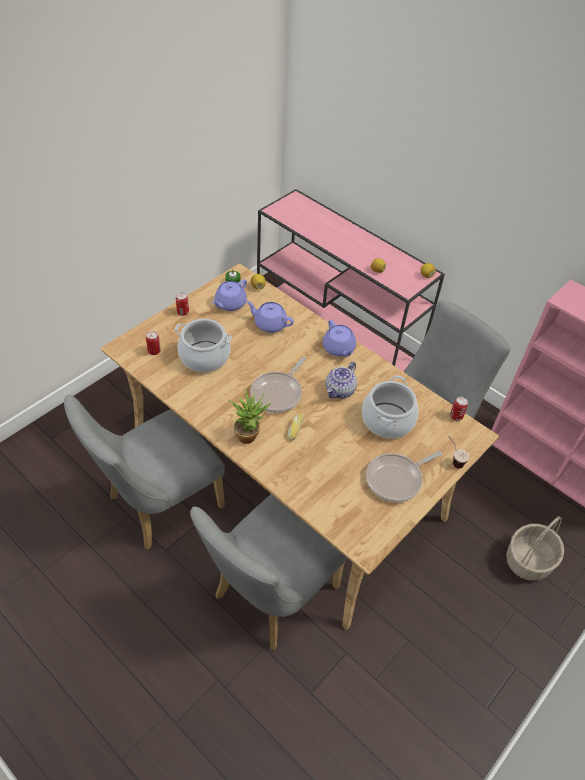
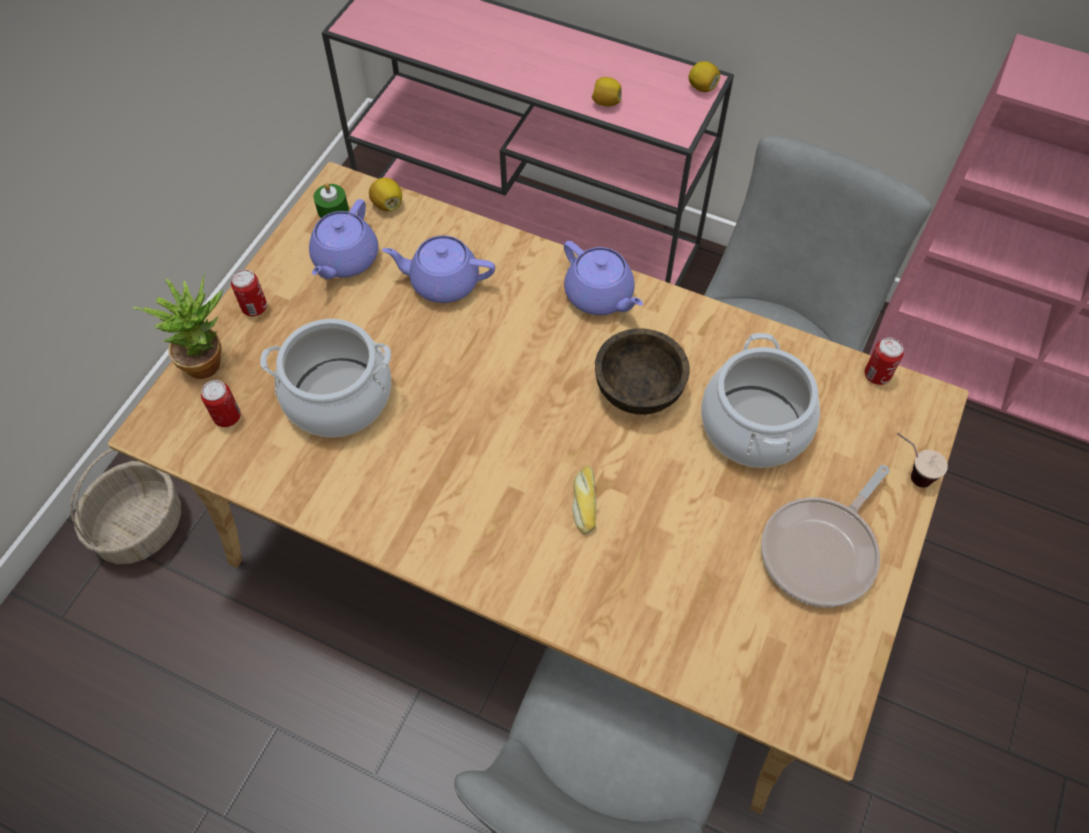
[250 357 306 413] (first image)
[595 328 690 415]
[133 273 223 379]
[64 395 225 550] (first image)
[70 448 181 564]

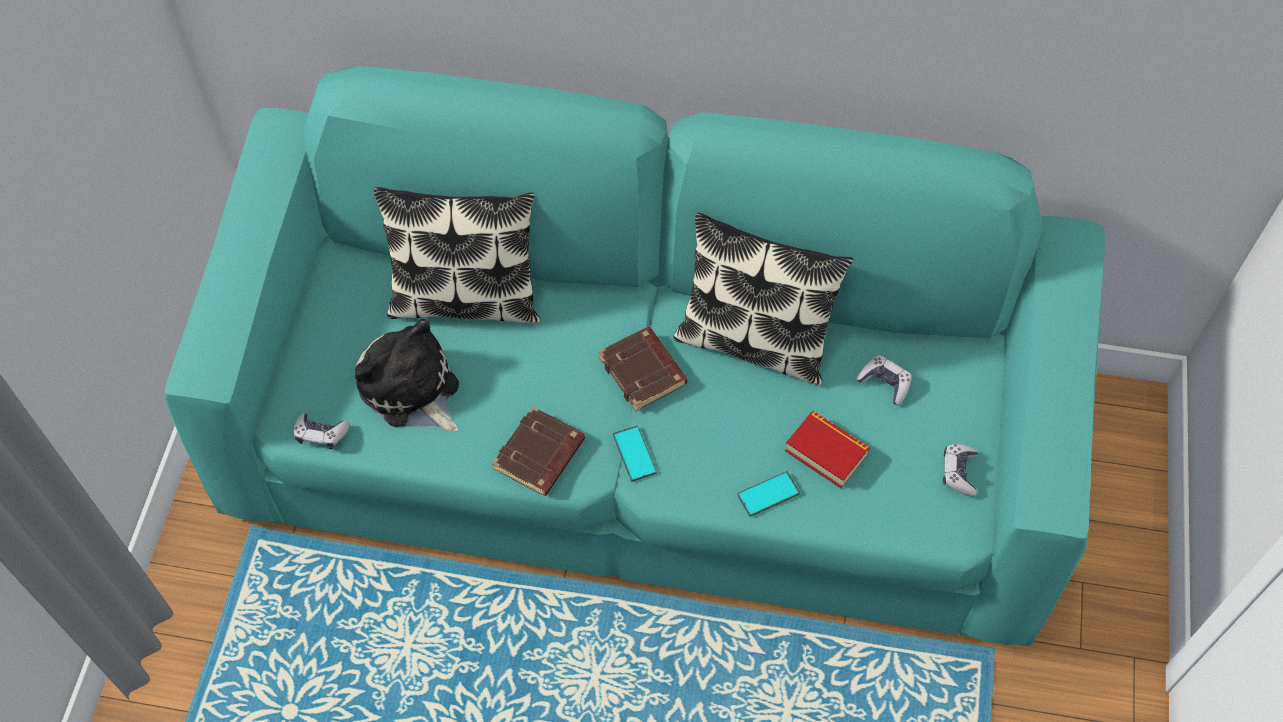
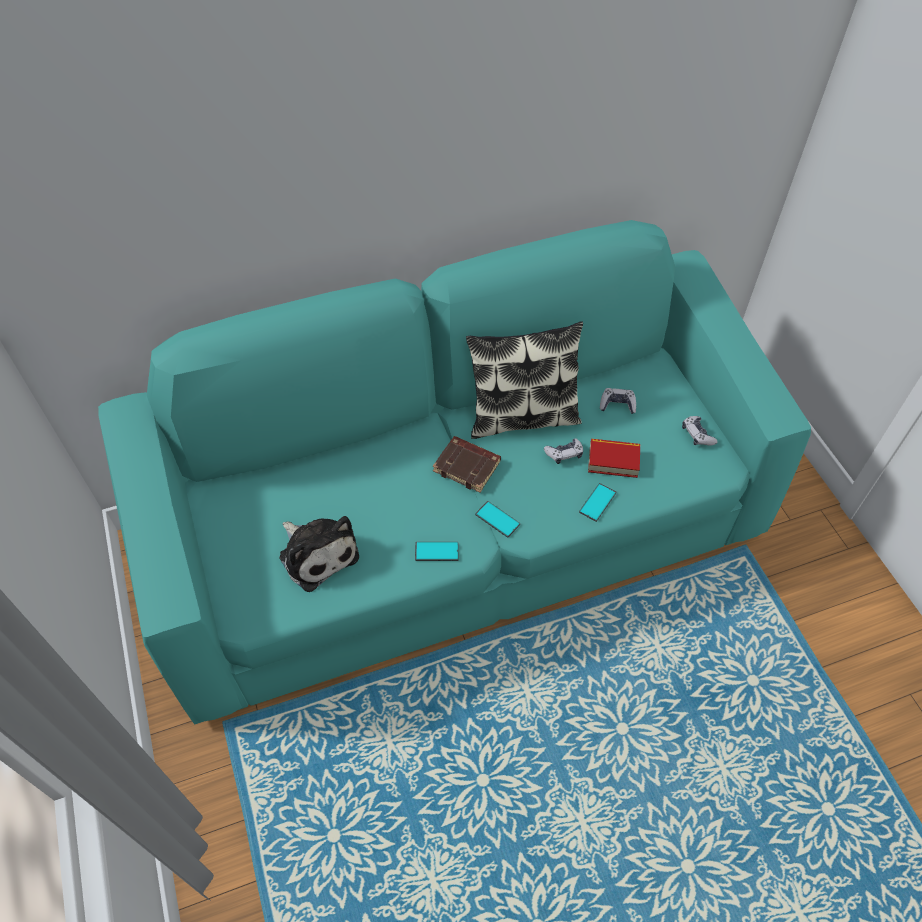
[374 187 540 323] (first image)
[279 516 359 592]
[415 542 458 561]
[544 438 583 464]

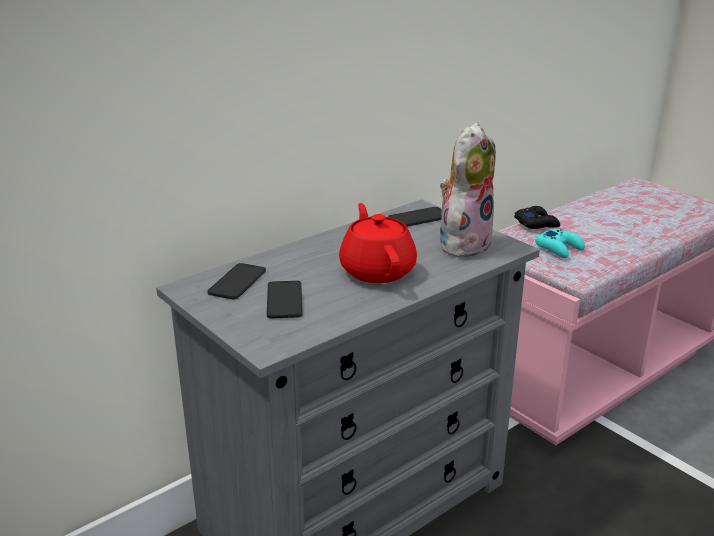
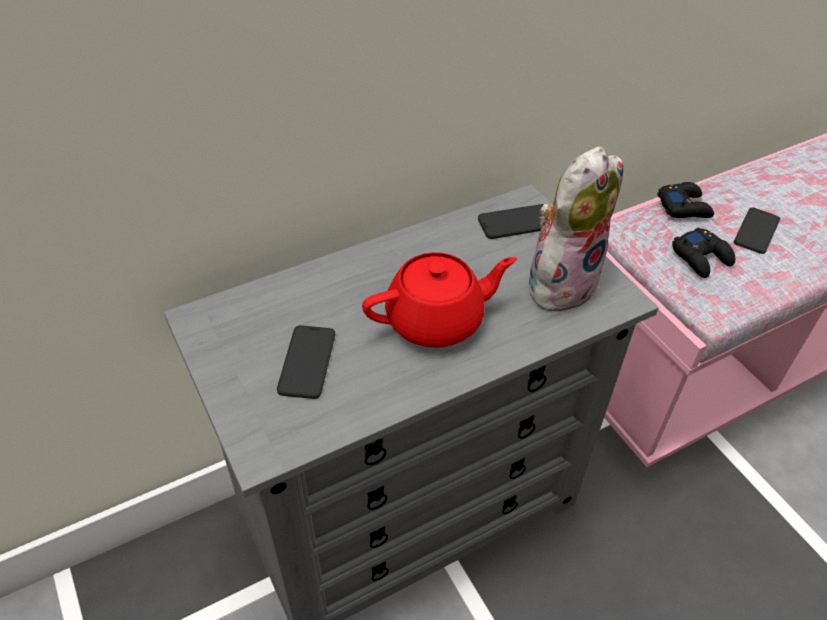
[362 252 517 348]
[672 227 735 278]
[734 208 780 254]

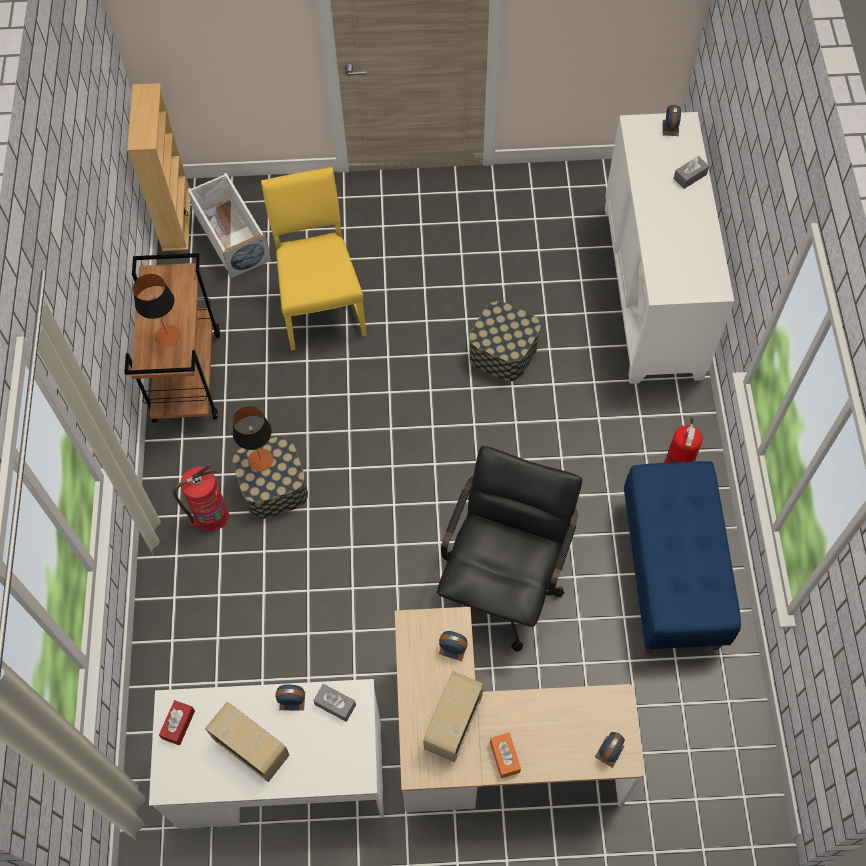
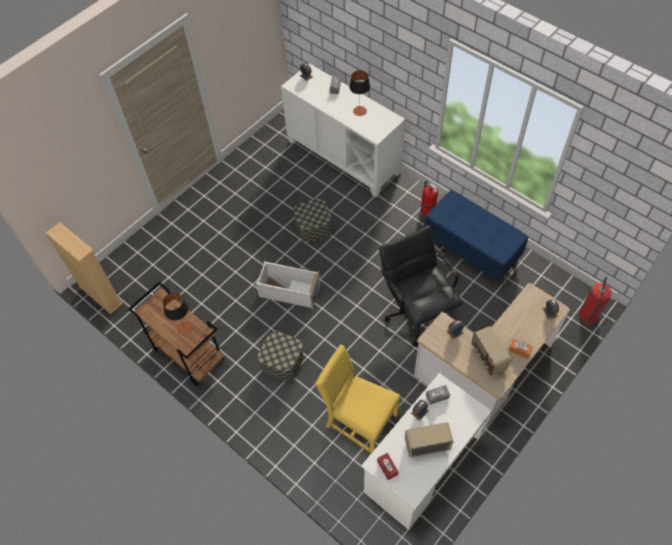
[315 345 401 455]
[256 261 320 309]
[349 70 370 116]
[579 276 612 326]

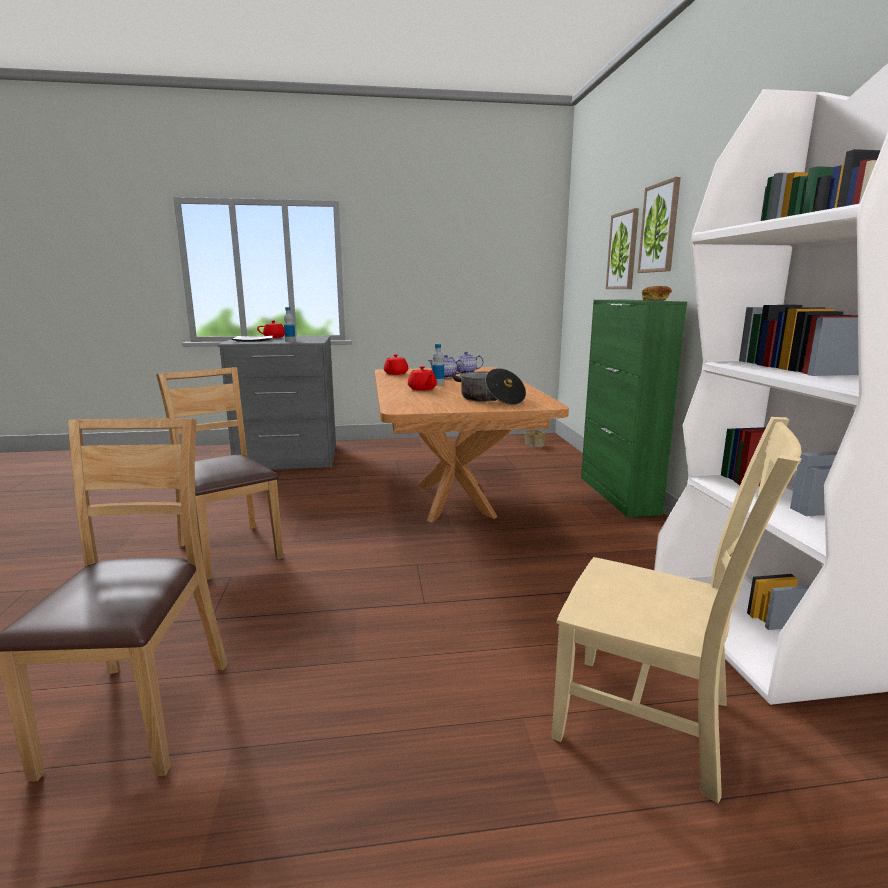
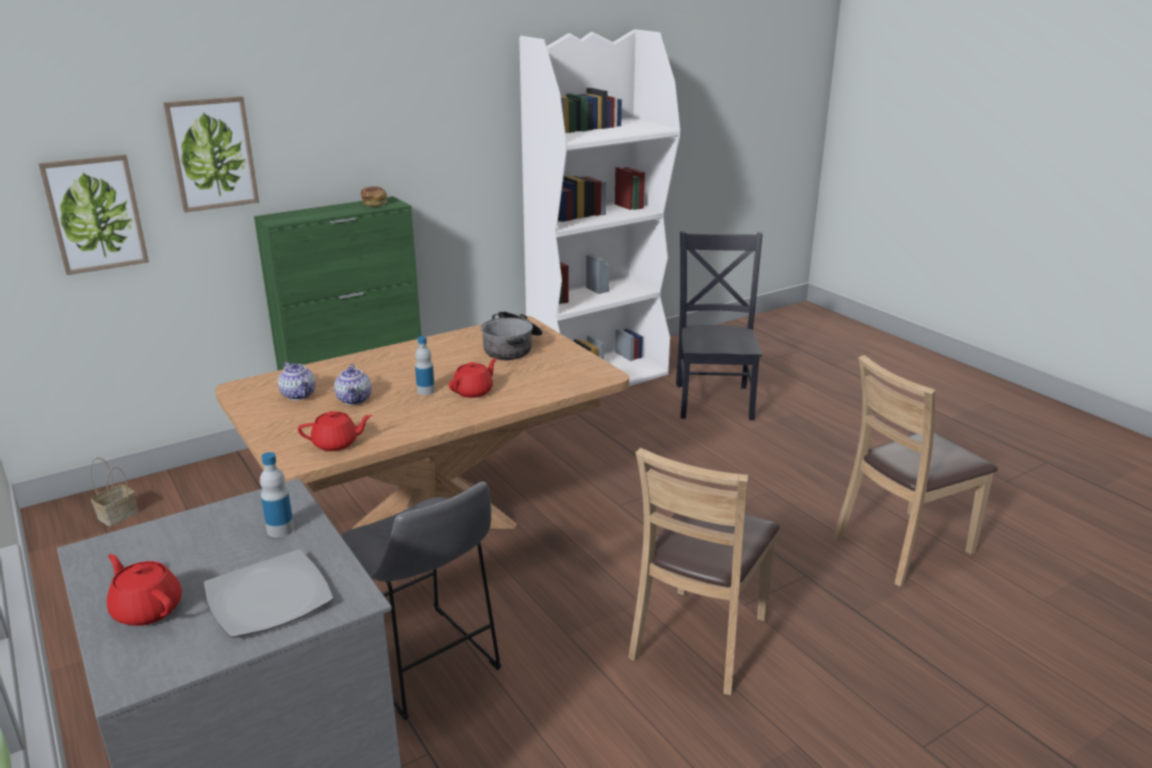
[38 154 149 275]
[676 231 763 420]
[341 482 501 720]

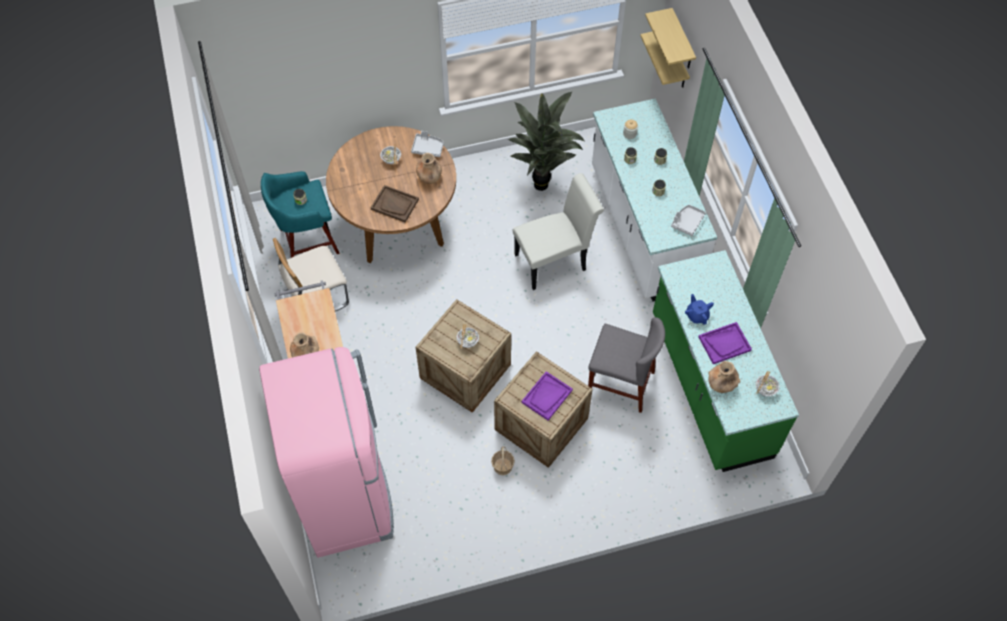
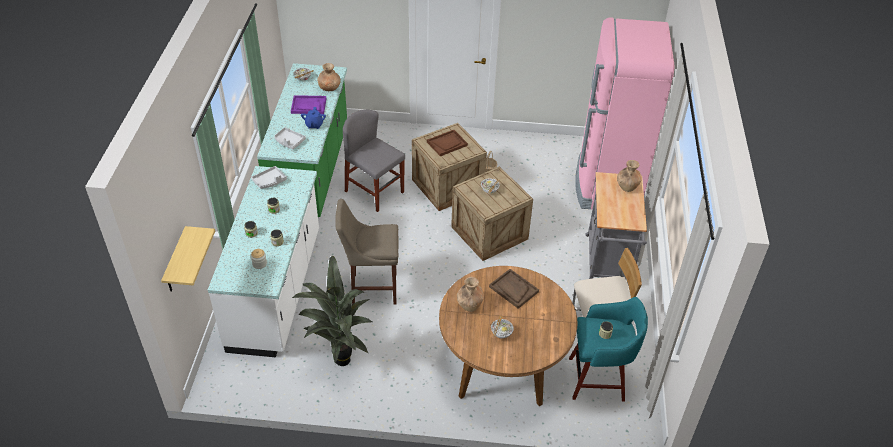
[645 8 696 69] (first image)
[274 127 306 150]
[335 199 398 305]
[427 130 468 156]

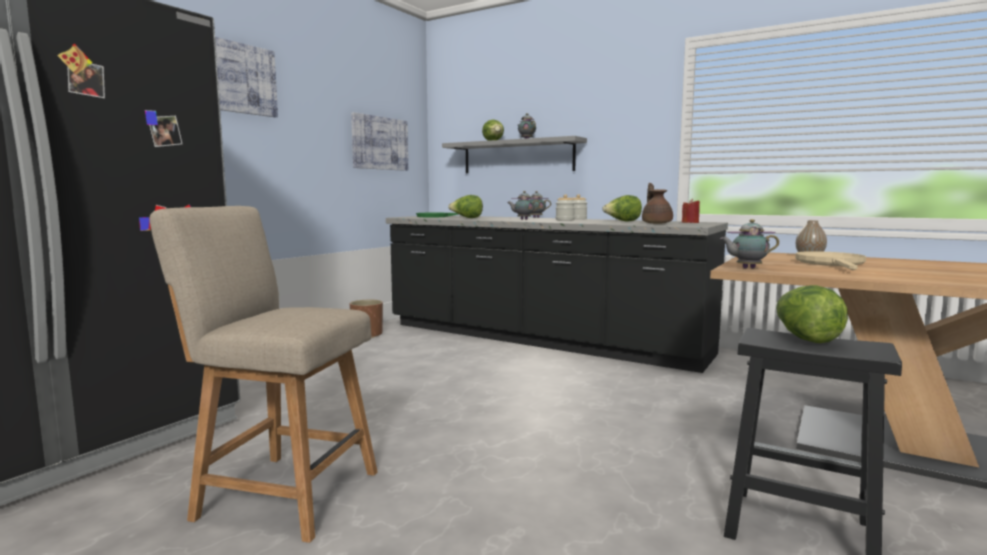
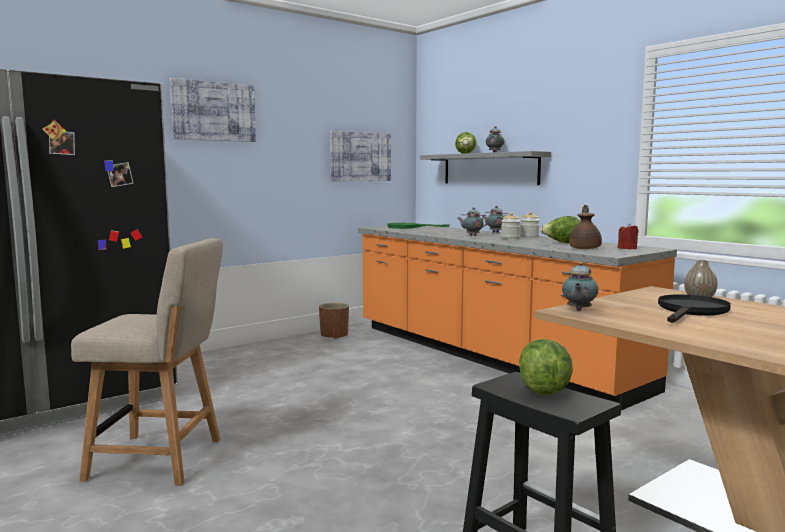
[448 195 483 218] (first image)
[71 238 223 486]
[358 226 677 410]
[562 262 598 311]
[658 294 731 323]

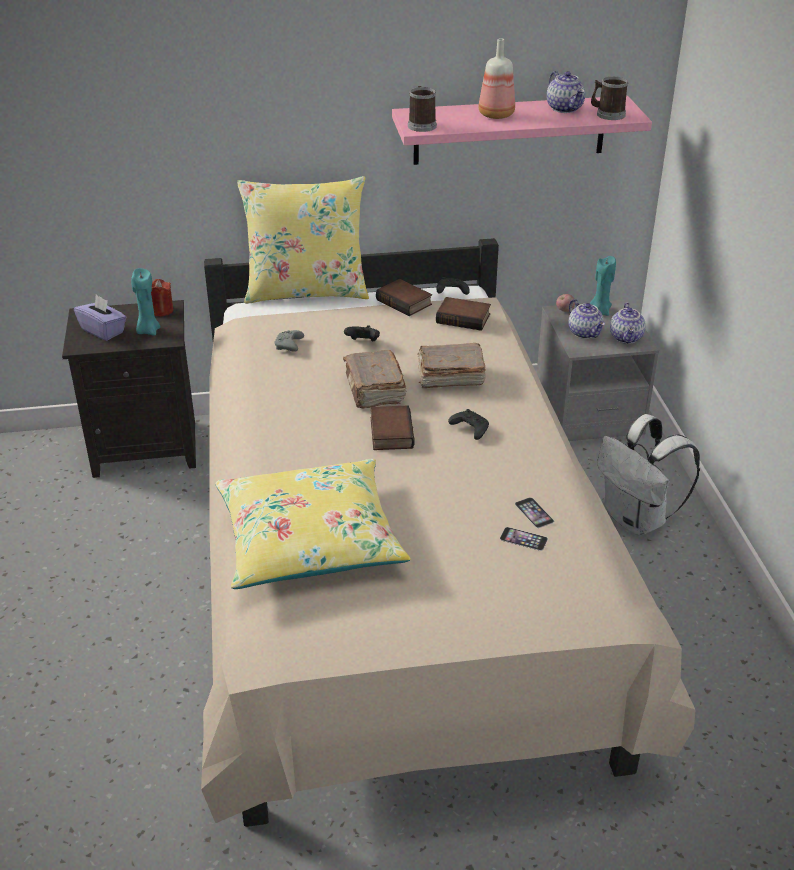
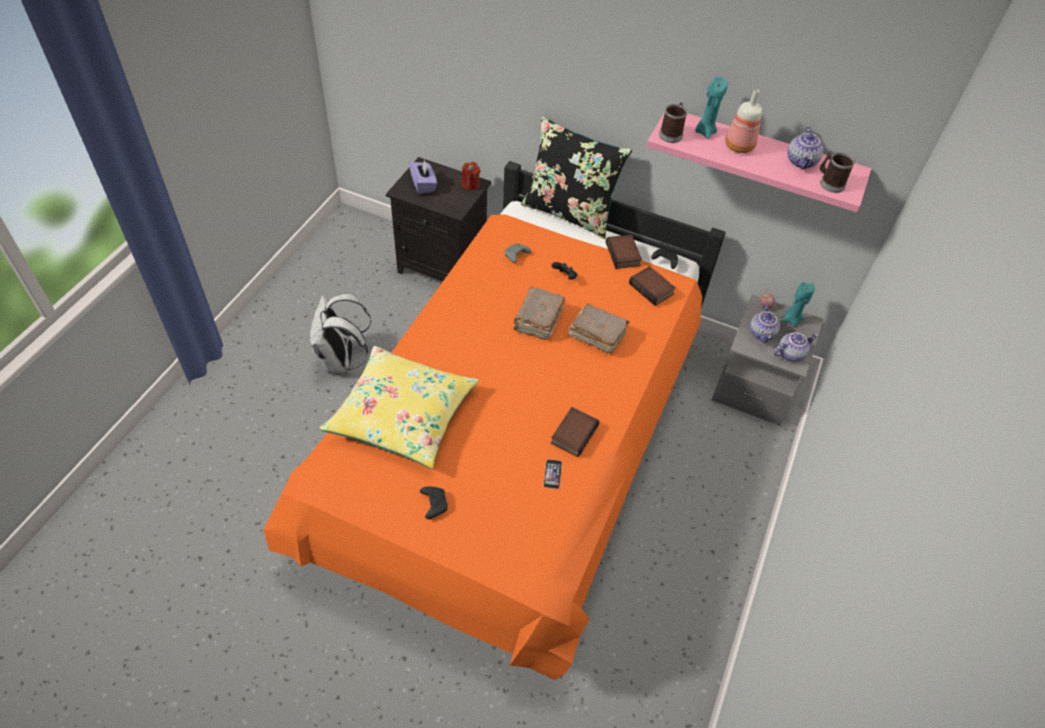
[521 116 632 239]
[263 161 726 680]
[695 77 728 139]
[774 332 818 362]
[551 407 599 457]
[420 487 448 519]
[310 294 371 373]
[500 527 548 551] (first image)

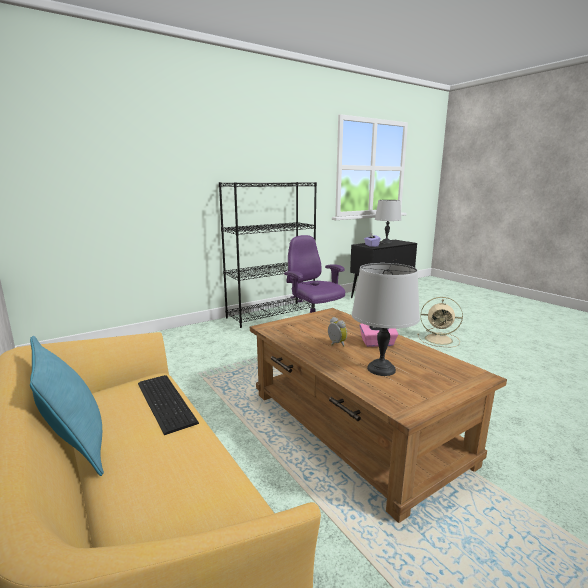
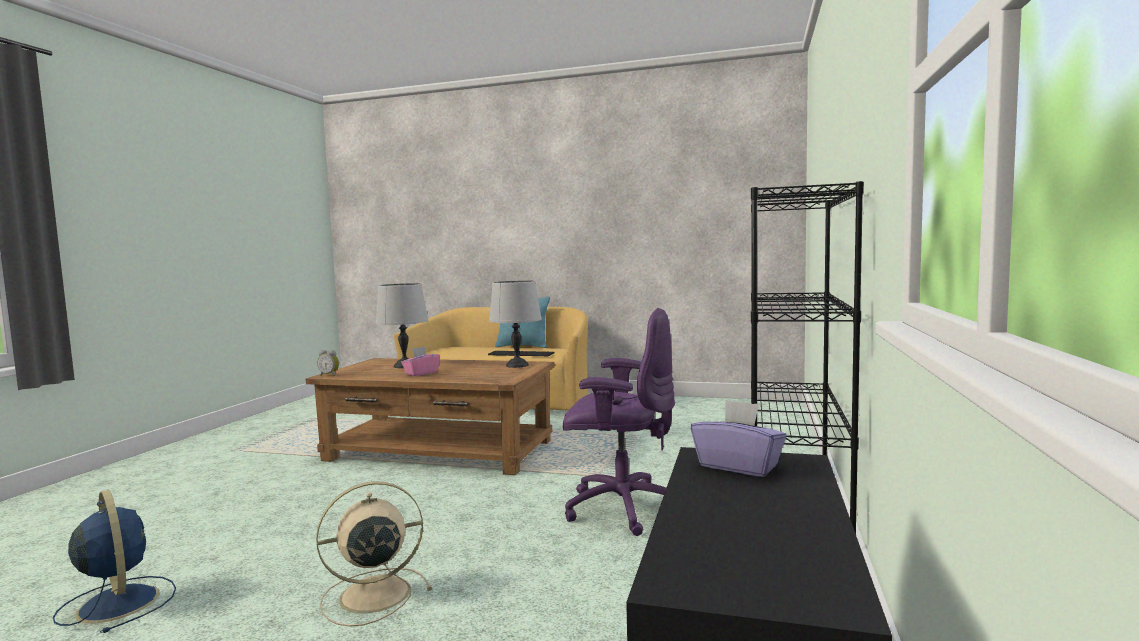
[489 280 542 368]
[317 350 339 376]
[53 490 176 633]

